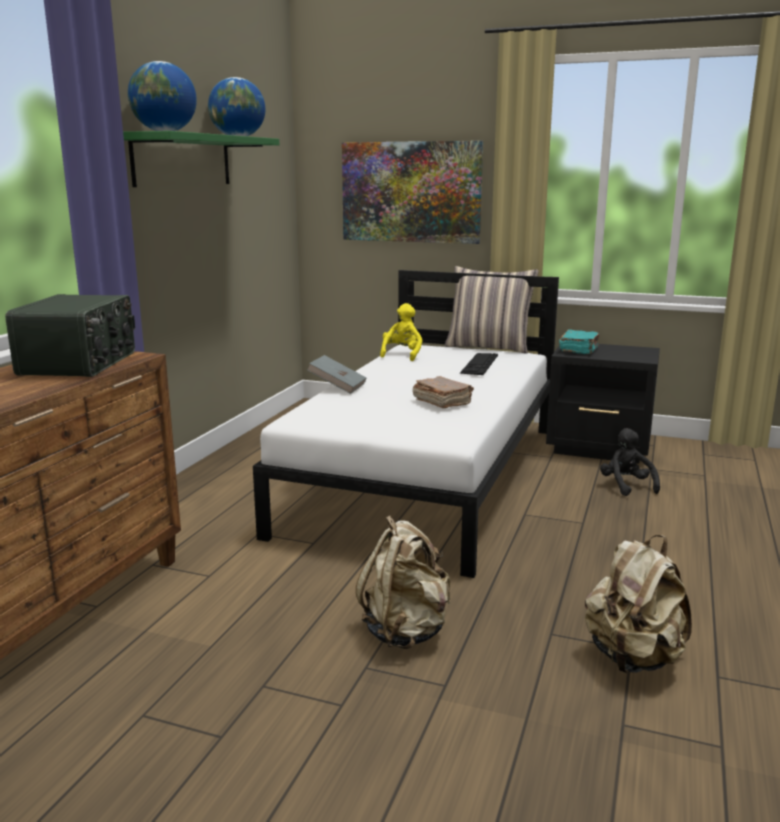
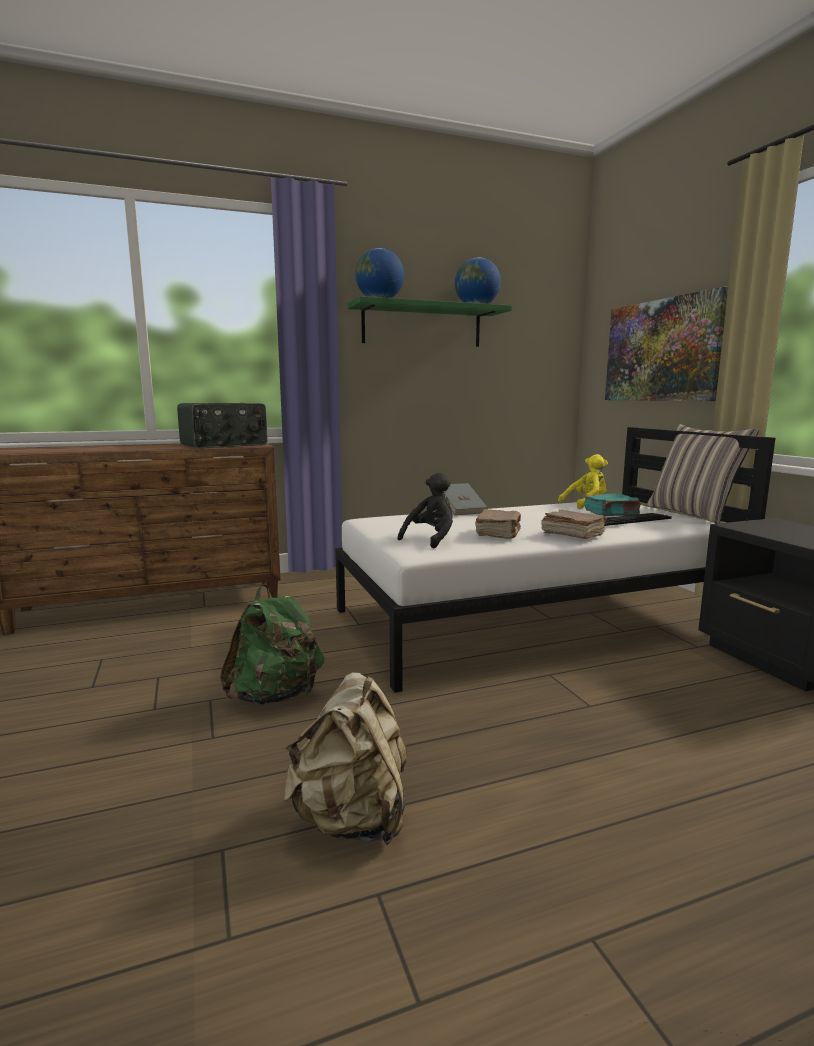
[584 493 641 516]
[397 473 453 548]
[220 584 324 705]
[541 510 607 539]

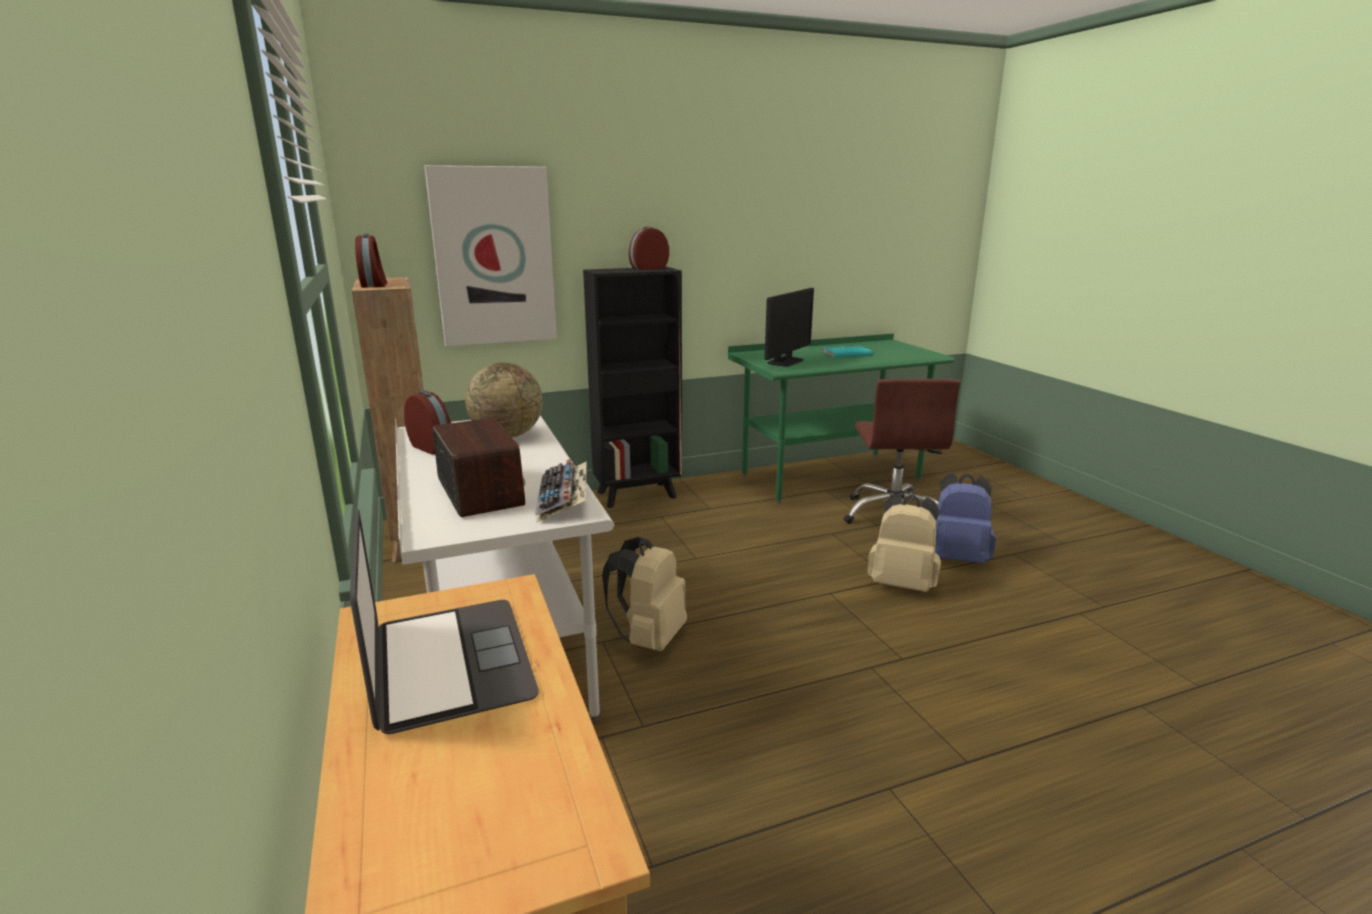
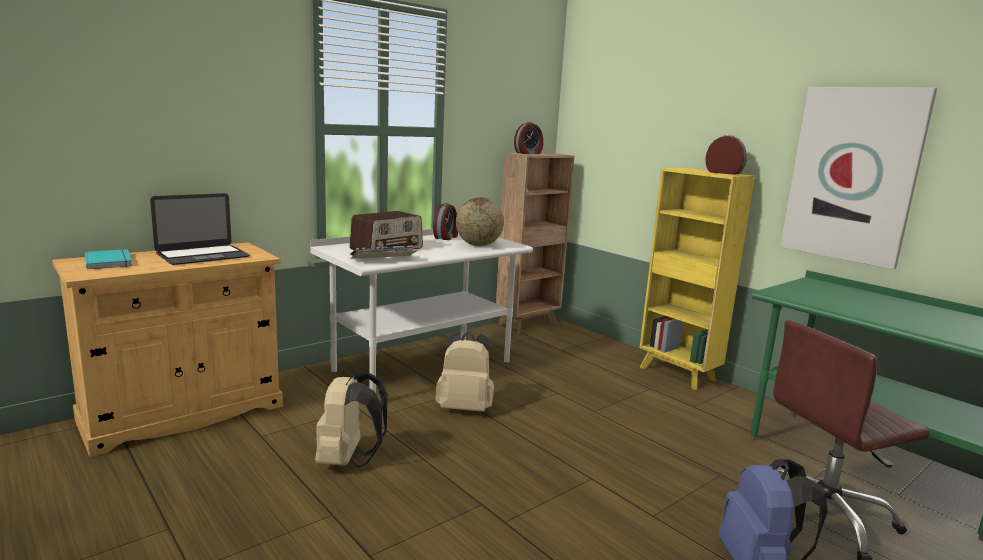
[780 87 937 269]
[640 168 755 390]
[765 288 814 367] (first image)
[85 249 133 269]
[315 372 388 467]

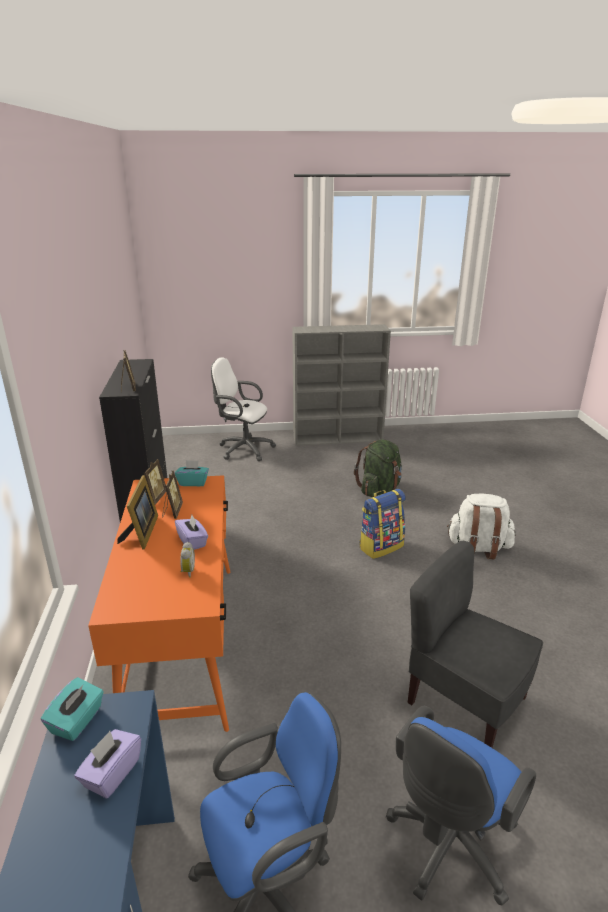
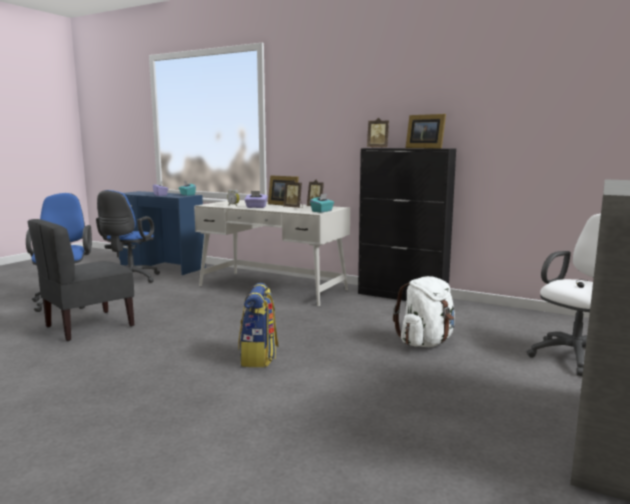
[354 439 402 497] (first image)
[194 200 350 306]
[393 276 455 347]
[27 219 134 341]
[405 114 446 148]

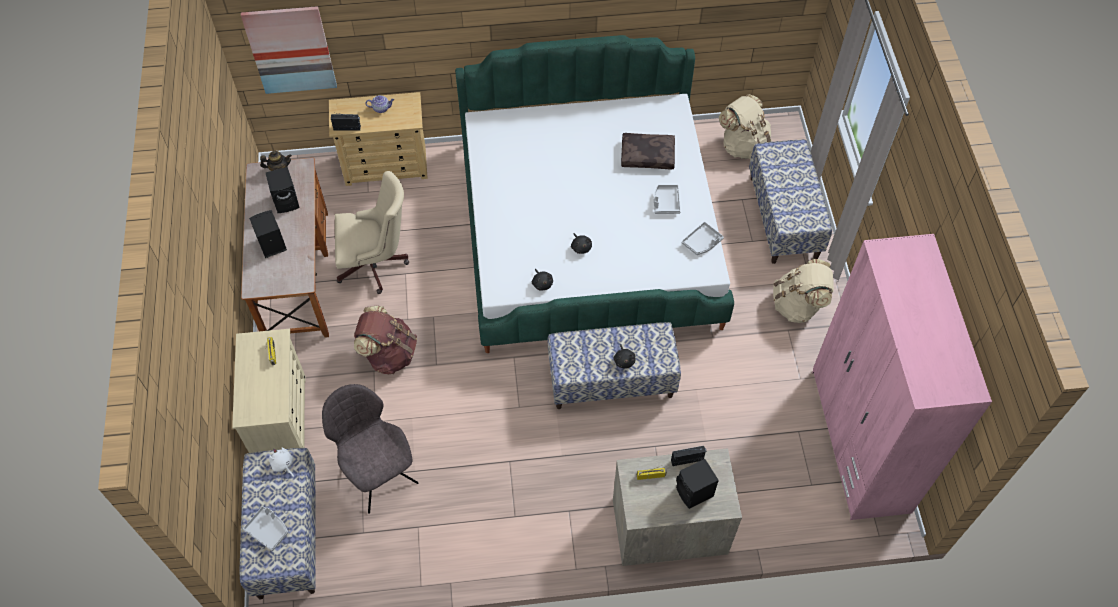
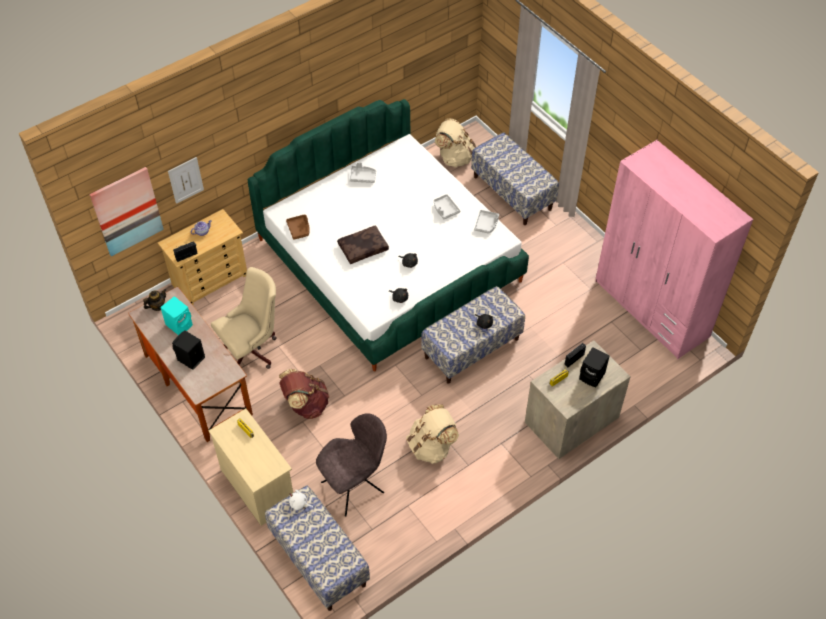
[337 225 389 264]
[160 296 193 335]
[406 404 459 464]
[316 413 387 516]
[350 163 376 183]
[168 157 204 204]
[286 214 310 240]

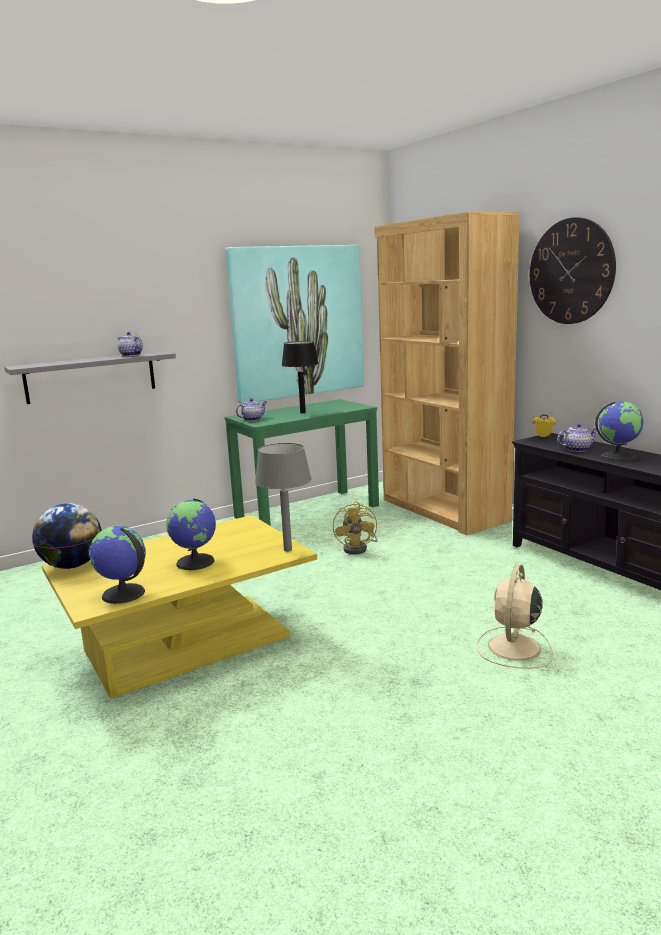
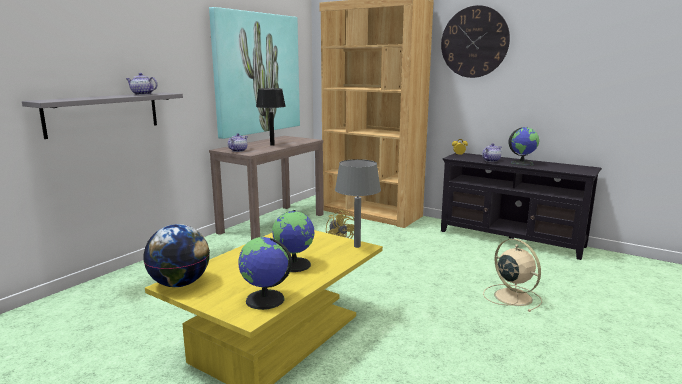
[209 136 324 240]
[483 239 542 312]

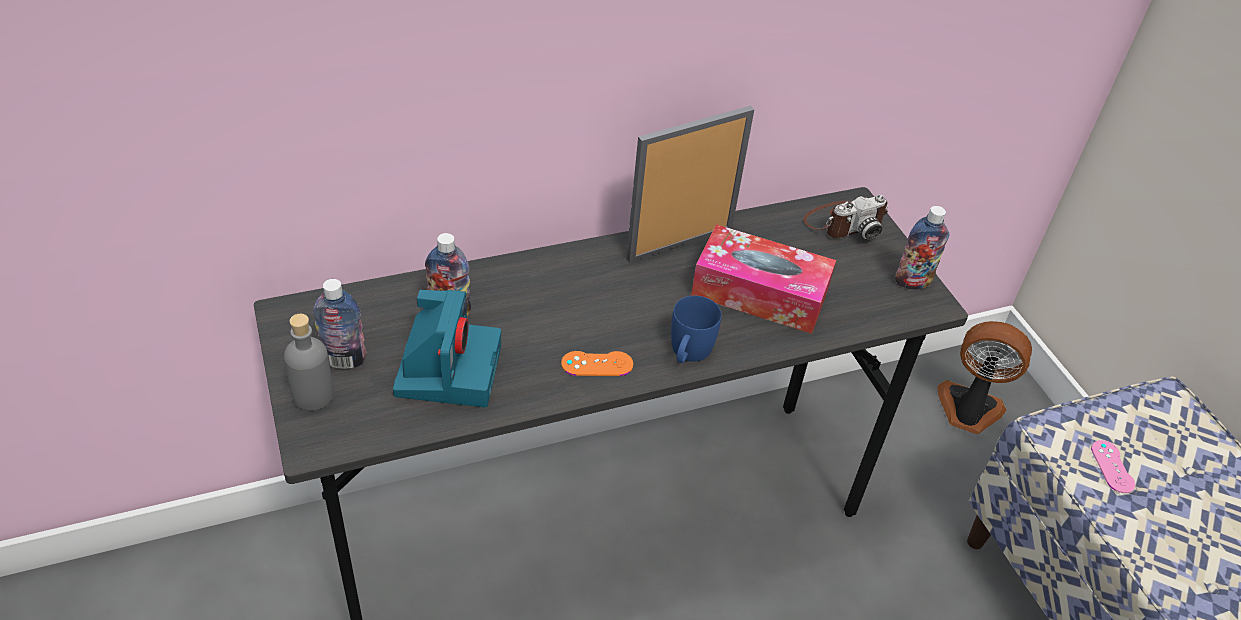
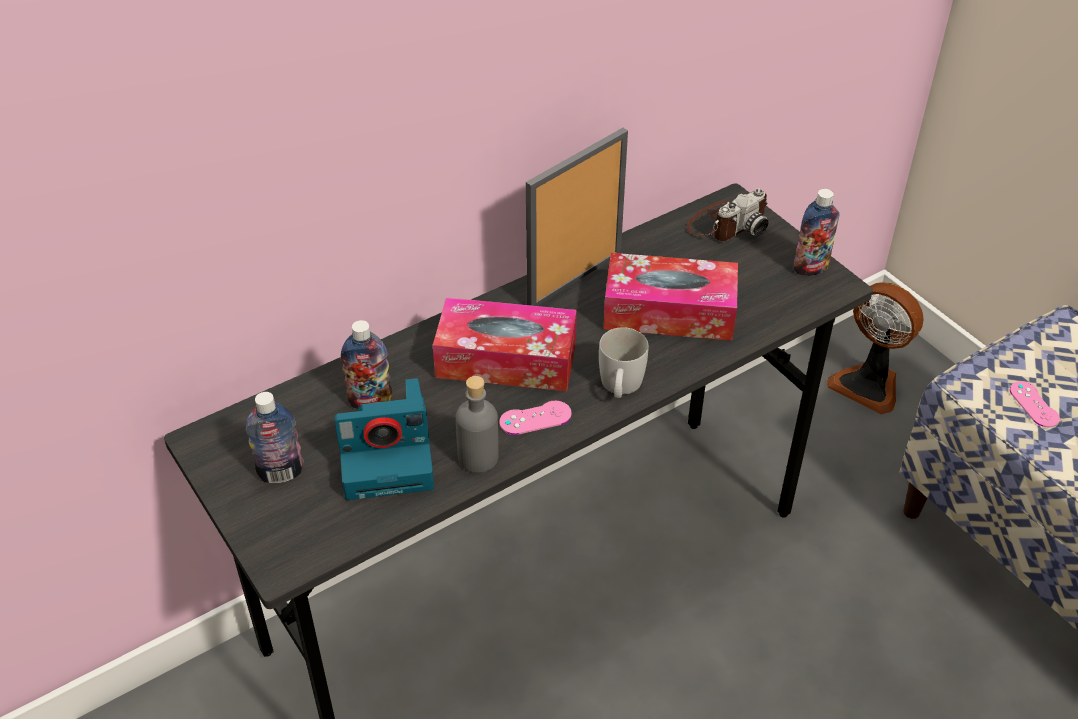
[335 378 434 500]
[599 327 649 398]
[456 376 499 473]
[827 282 924 415]
[499 401 572 435]
[433 297 577 391]

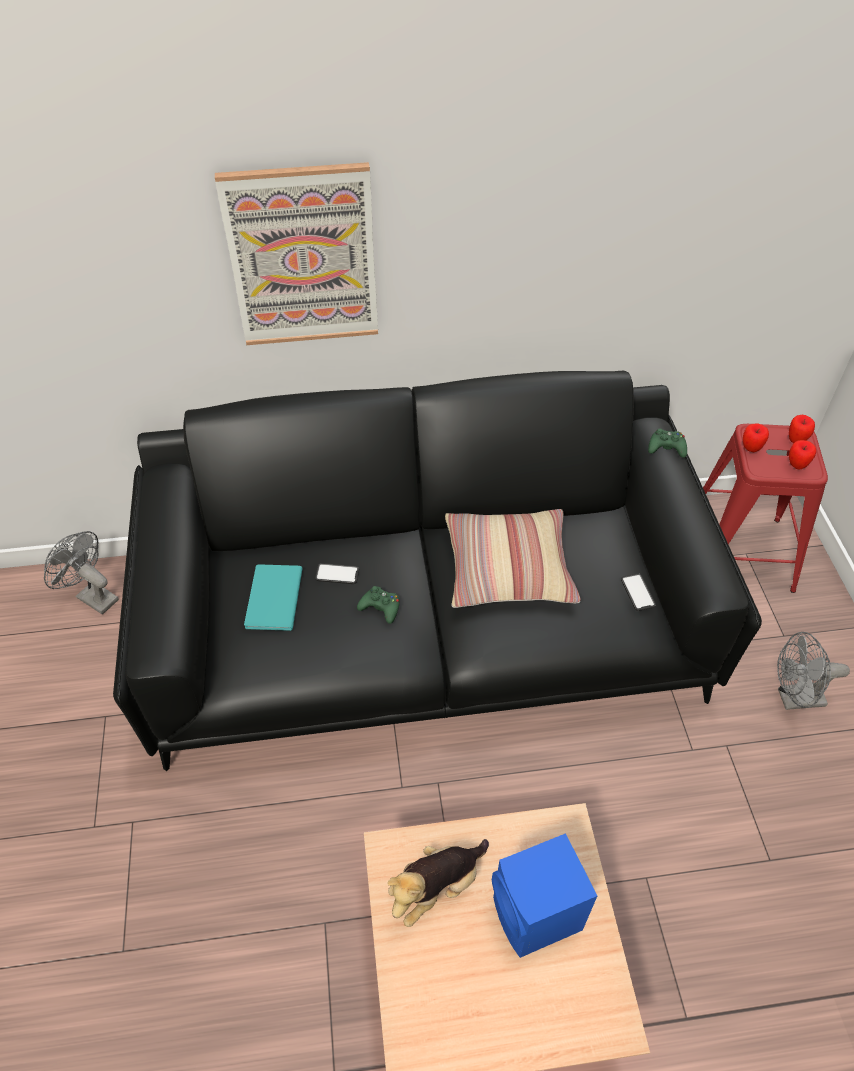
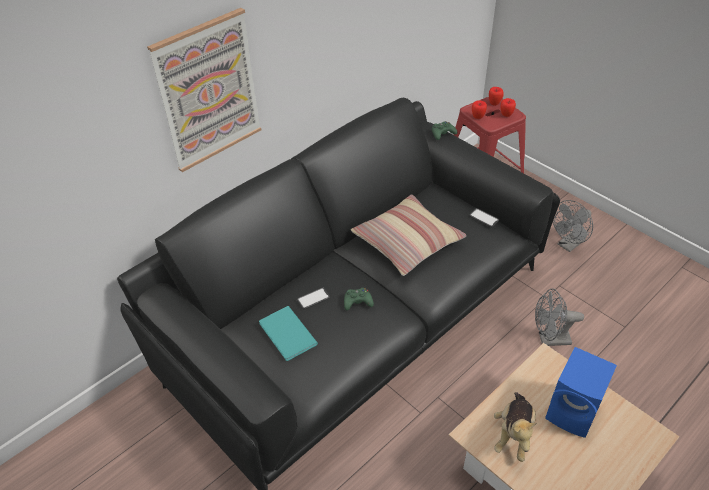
[535 289 584 346]

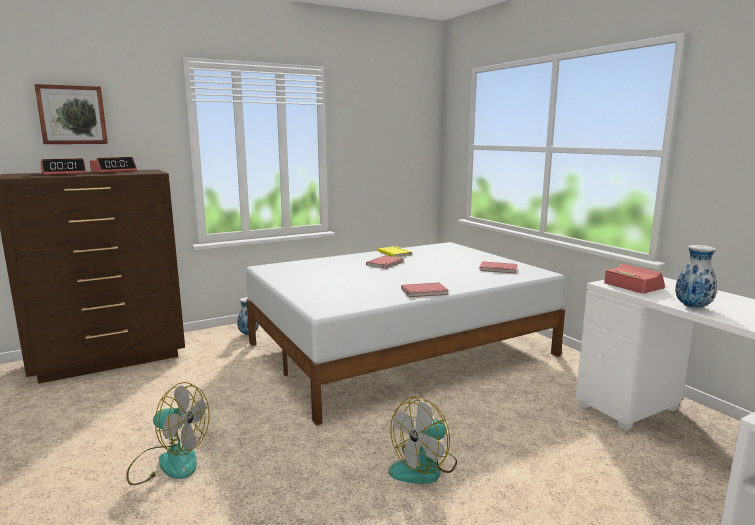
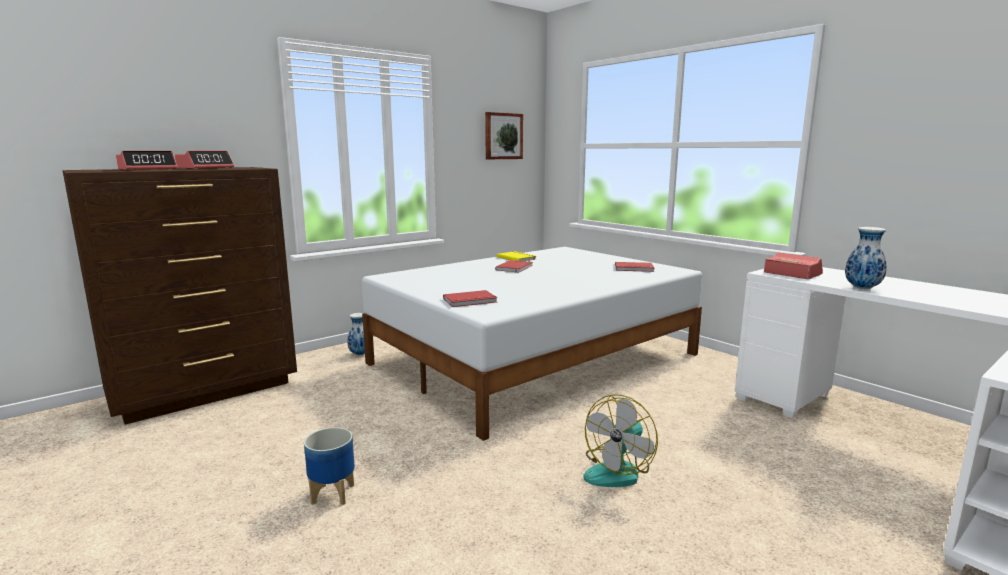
[485 112 523 159]
[443 290 497 307]
[304 427 355 505]

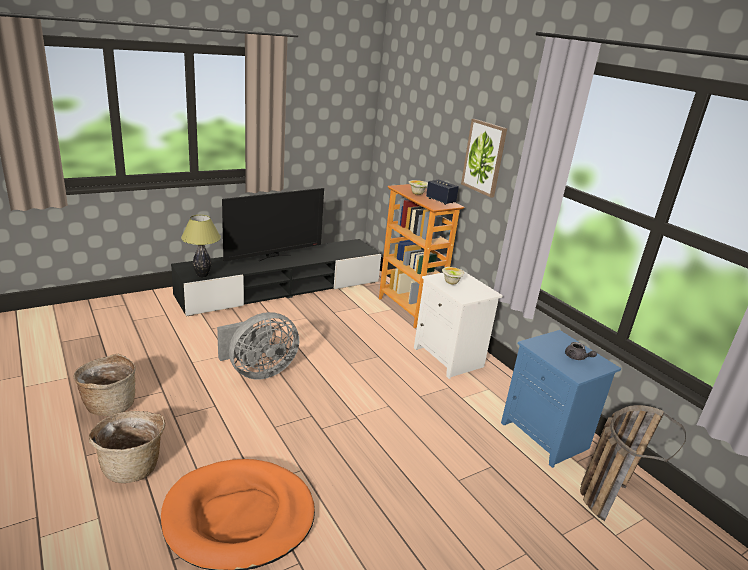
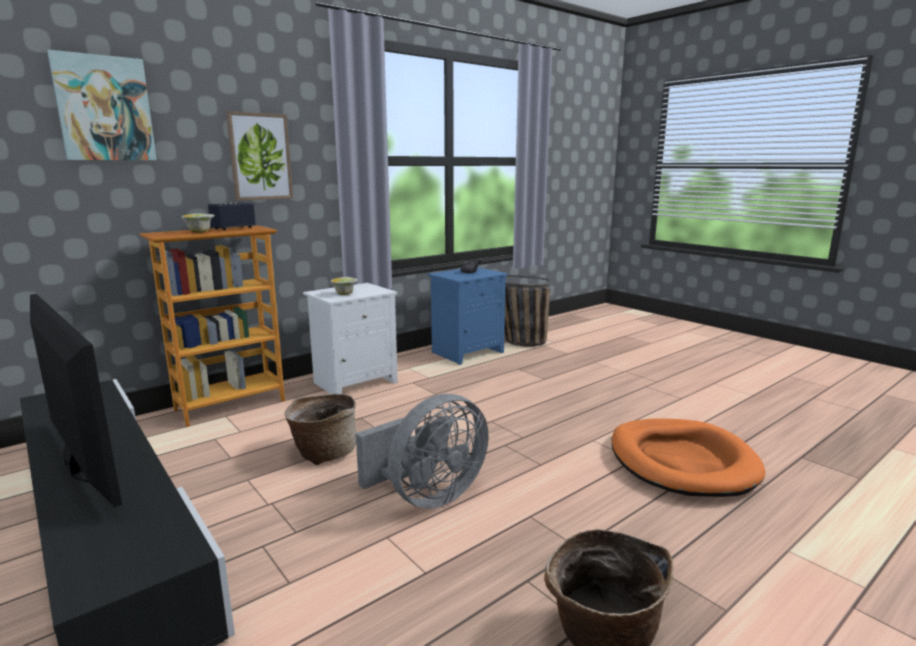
[181 215 221 277] (first image)
[356 394 489 509]
[285 394 356 465]
[47 50 157 160]

